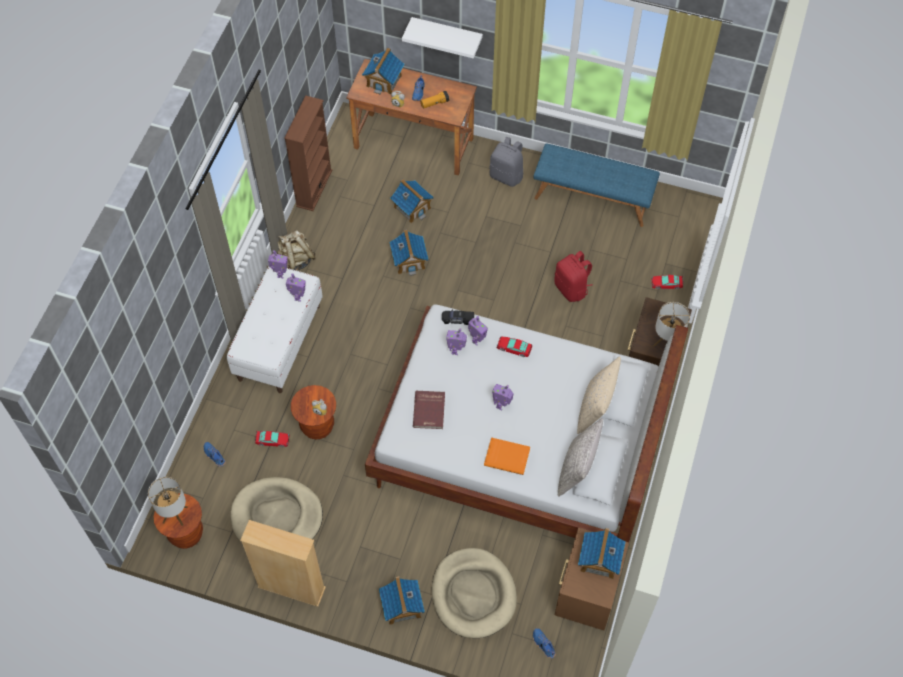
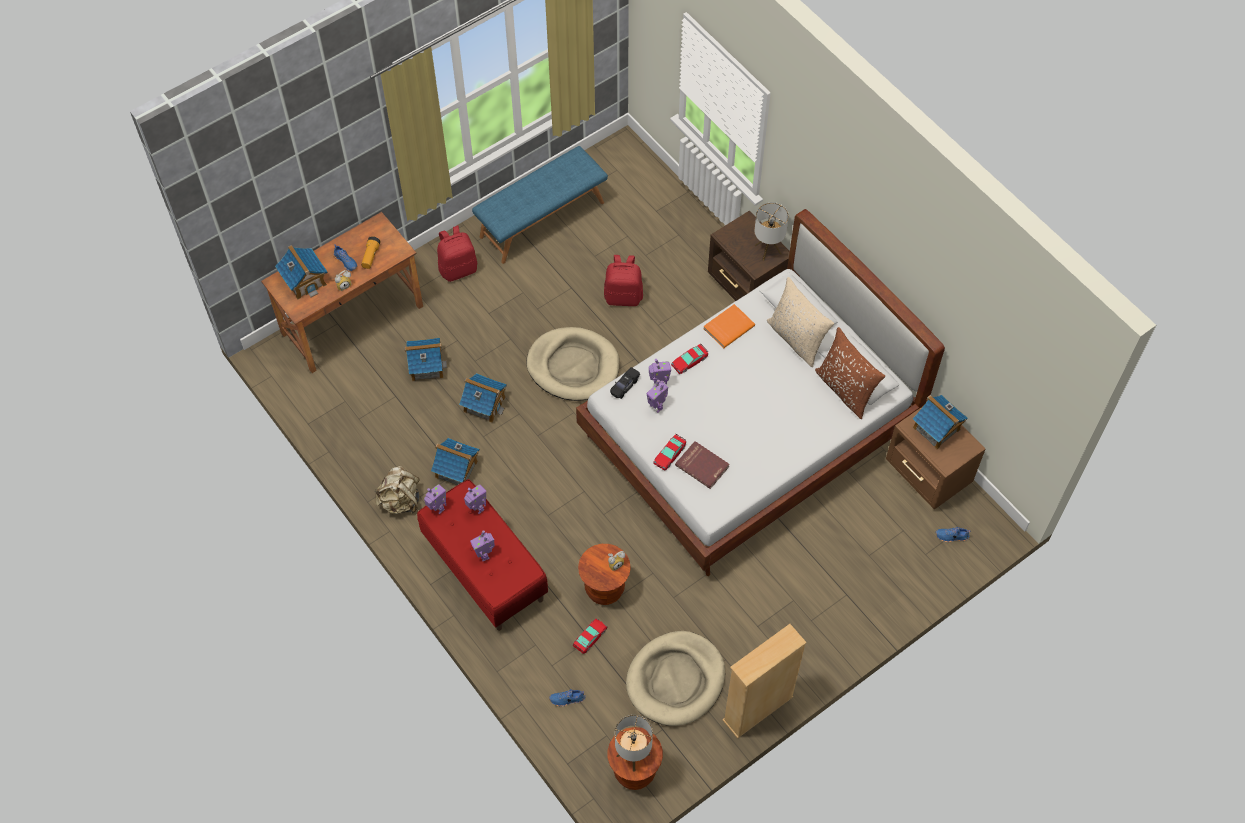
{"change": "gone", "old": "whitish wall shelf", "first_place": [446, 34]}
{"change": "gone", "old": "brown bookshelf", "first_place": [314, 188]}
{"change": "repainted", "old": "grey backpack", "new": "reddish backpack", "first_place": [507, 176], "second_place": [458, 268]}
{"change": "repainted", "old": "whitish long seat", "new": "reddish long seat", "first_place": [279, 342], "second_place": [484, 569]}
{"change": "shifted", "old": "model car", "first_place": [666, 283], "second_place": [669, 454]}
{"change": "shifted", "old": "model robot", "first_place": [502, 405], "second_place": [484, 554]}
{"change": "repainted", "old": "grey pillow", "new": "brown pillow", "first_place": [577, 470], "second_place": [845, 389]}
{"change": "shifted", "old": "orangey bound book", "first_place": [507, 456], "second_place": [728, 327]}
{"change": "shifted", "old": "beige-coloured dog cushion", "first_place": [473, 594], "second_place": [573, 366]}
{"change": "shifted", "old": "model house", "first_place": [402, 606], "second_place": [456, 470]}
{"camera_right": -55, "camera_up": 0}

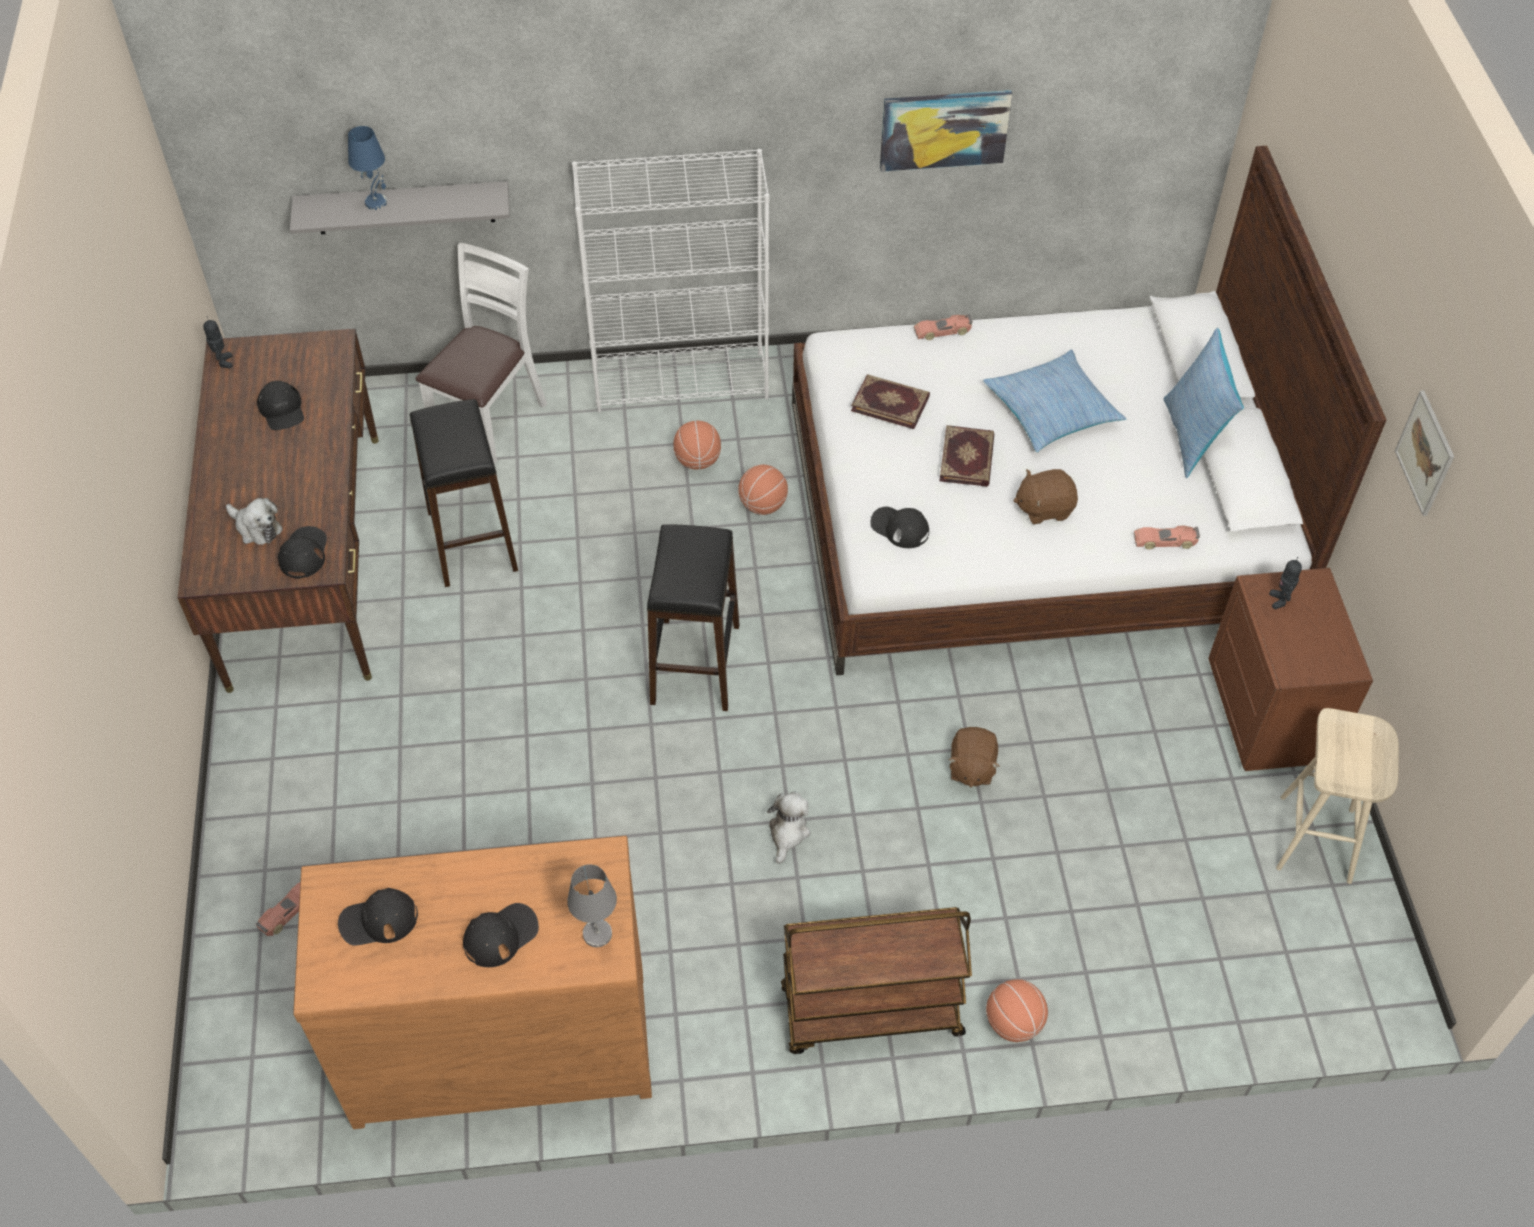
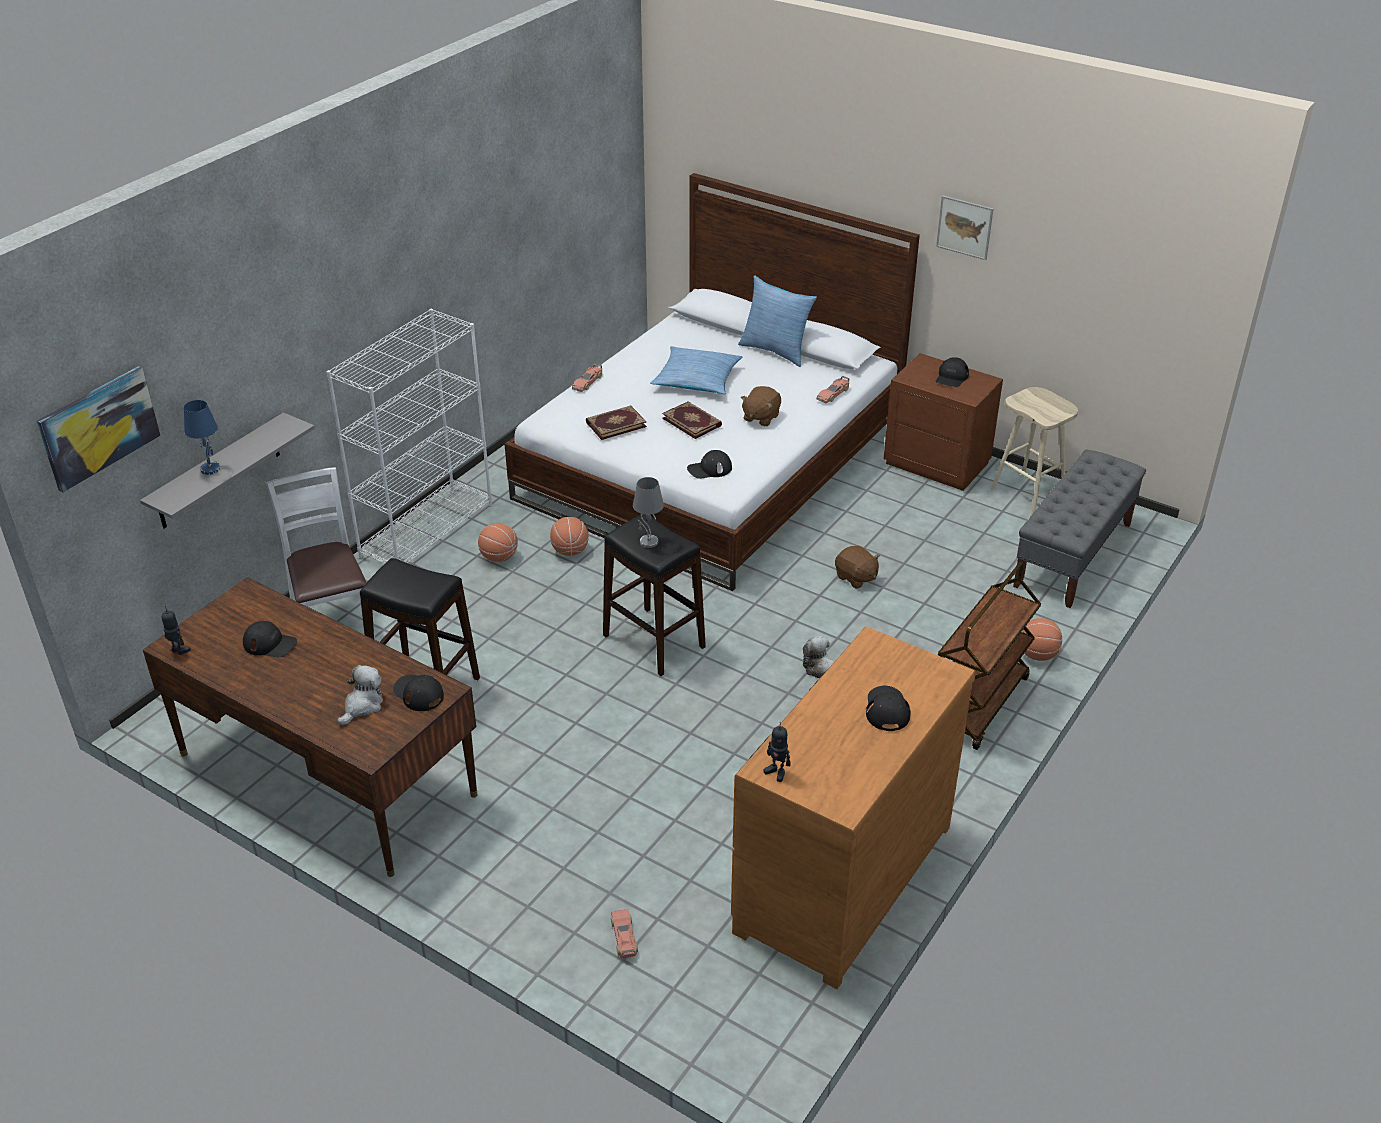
{"change": "shifted", "old": "picture", "first_place": [944, 129], "second_place": [98, 427]}
{"change": "rotated", "old": "soft toy", "first_place": [256, 528], "second_place": [362, 705], "degrees": -45}
{"change": "shifted", "old": "model robot", "first_place": [1280, 600], "second_place": [777, 772]}
{"change": "shifted", "old": "grey tabletop lamp", "first_place": [596, 933], "second_place": [648, 542]}
{"change": "shifted", "old": "black-coloured peaked cap", "first_place": [378, 920], "second_place": [951, 377]}
{"change": "new", "new": "grey long seat", "second_place": [1073, 555]}
{"camera_right": -50, "camera_up": -15}

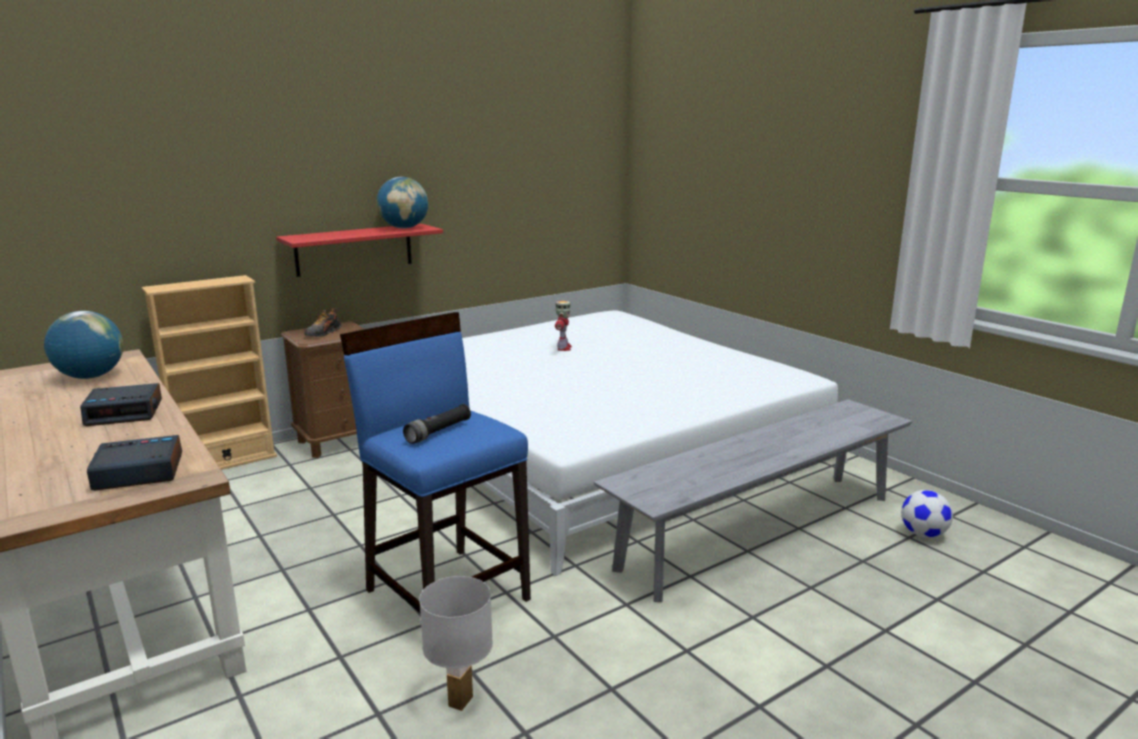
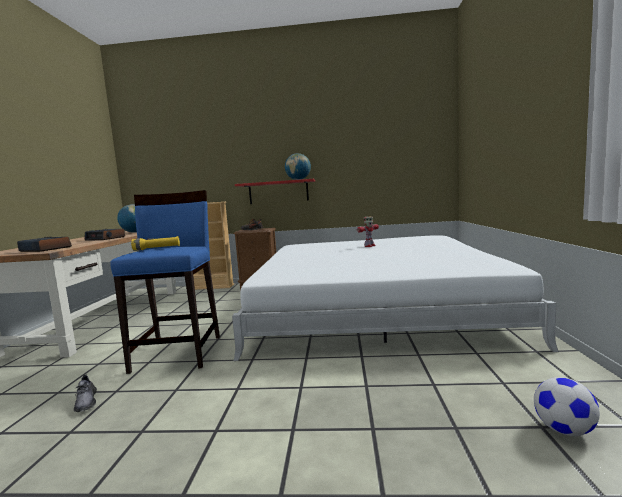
{"change": "gone", "old": "grey long seat", "first_place": [759, 531]}
{"change": "repainted", "old": "black-coloured hand torch", "new": "yellow-coloured hand torch", "first_place": [438, 432], "second_place": [156, 249]}
{"change": "swapped", "old": "whitish tabletop lamp", "new": "grey shoe", "first_place": [460, 701], "second_place": [86, 402]}
{"camera_right": 40, "camera_up": -10}

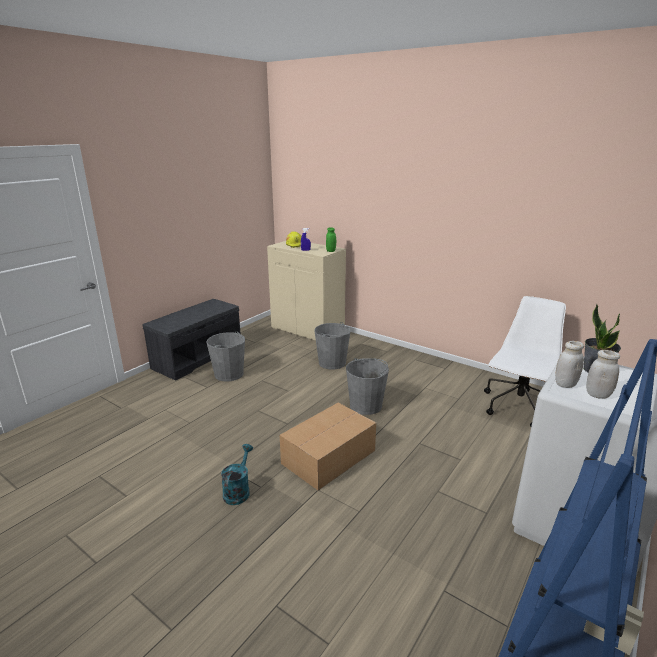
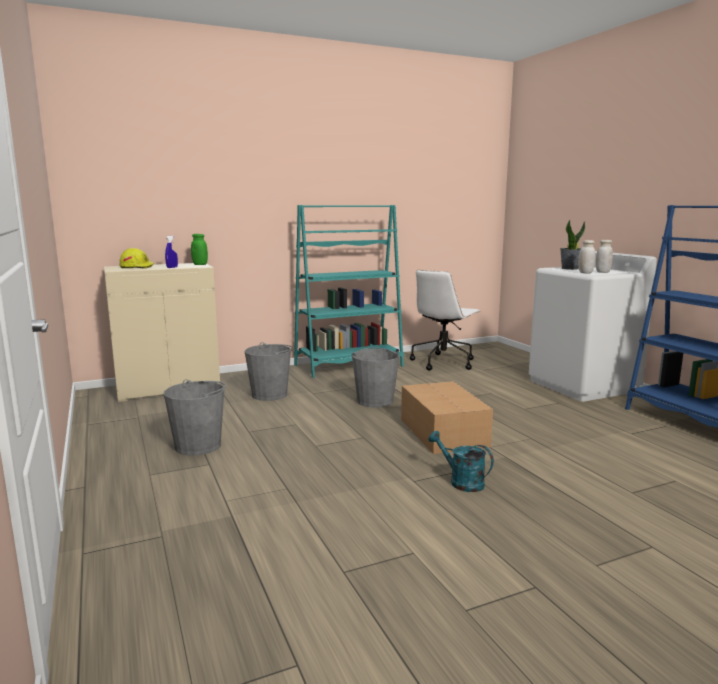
{"change": "rotated", "old": "whitish office chair", "first_place": [518, 407], "second_place": [443, 362], "degrees": -120}
{"change": "gone", "old": "grey long seat", "first_place": [198, 357]}
{"change": "new", "new": "turquoise bookshelf", "second_place": [349, 366]}
{"camera_right": -60, "camera_up": -10}

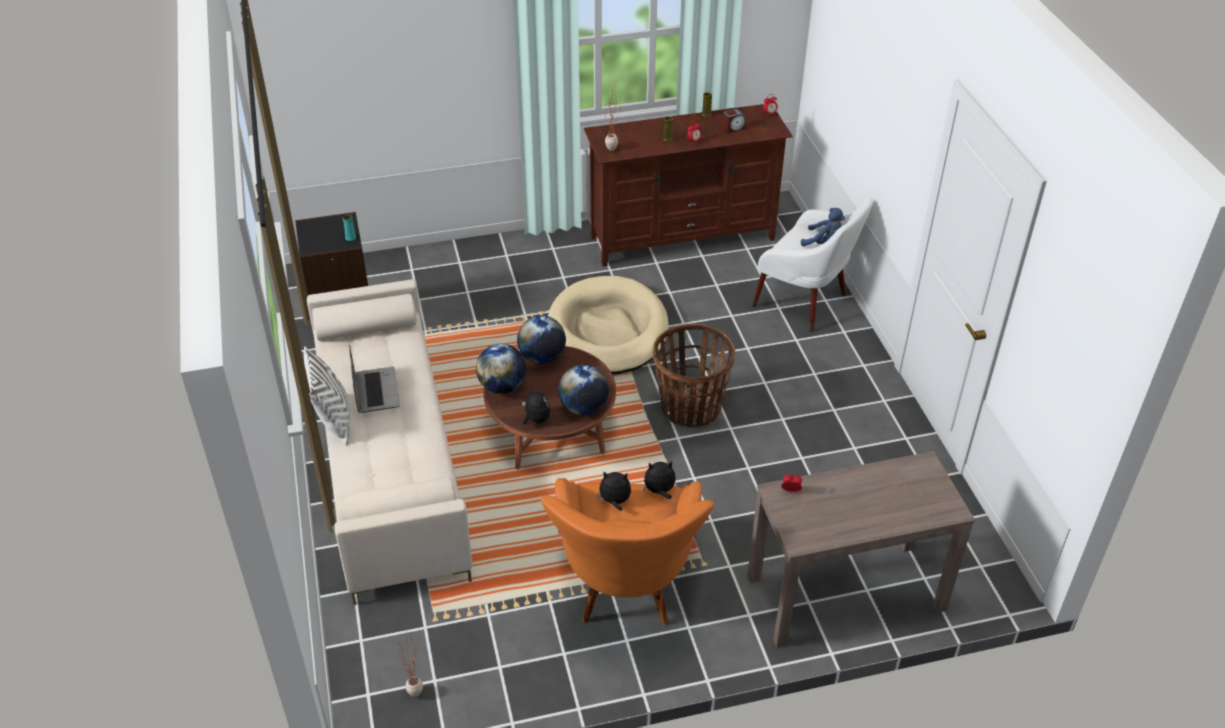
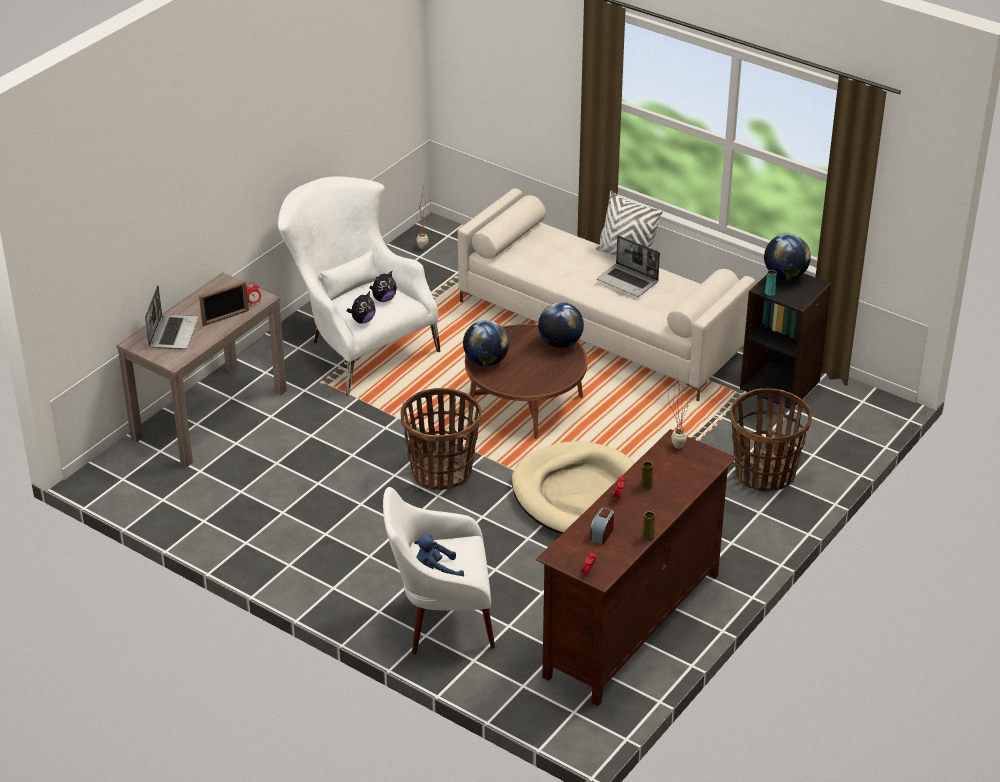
{"change": "shifted", "old": "desk globe", "first_place": [542, 358], "second_place": [785, 276]}
{"change": "gone", "old": "soft toy", "first_place": [536, 419]}
{"change": "repainted", "old": "orangey lounge chair", "new": "whitish lounge chair", "first_place": [626, 592], "second_place": [357, 344]}
{"change": "new", "new": "standing frame", "second_place": [225, 318]}
{"change": "new", "new": "notebook computer", "second_place": [173, 333]}
{"change": "new", "new": "storage basket", "second_place": [764, 474]}
{"camera_right": 140, "camera_up": -5}

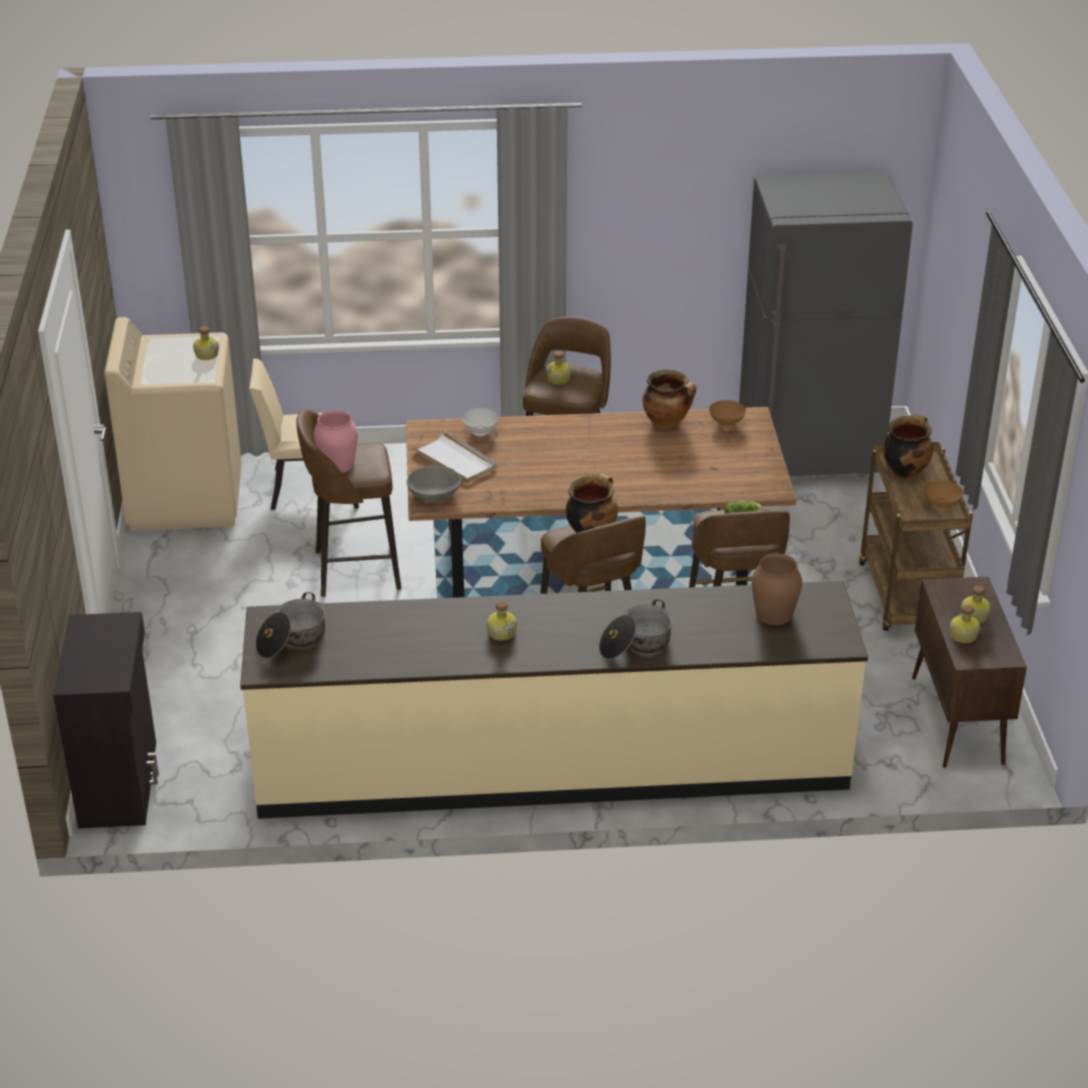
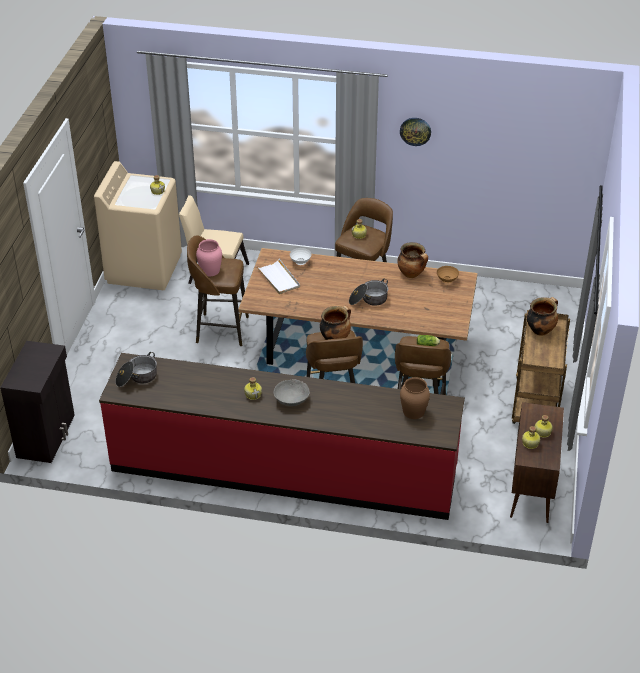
{"change": "gone", "old": "grey kitchen fridge", "first_place": [809, 457]}
{"change": "shifted", "old": "grey bowl", "first_place": [434, 494], "second_place": [291, 399]}
{"change": "gone", "old": "brown bowl", "first_place": [940, 506]}
{"change": "repainted", "old": "beige-coloured counter", "new": "reddish counter", "first_place": [551, 764], "second_place": [283, 470]}
{"change": "shifted", "old": "saucepot", "first_place": [635, 644], "second_place": [368, 299]}
{"change": "new", "new": "hanging clock", "second_place": [415, 131]}
{"camera_right": 15, "camera_up": 5}

